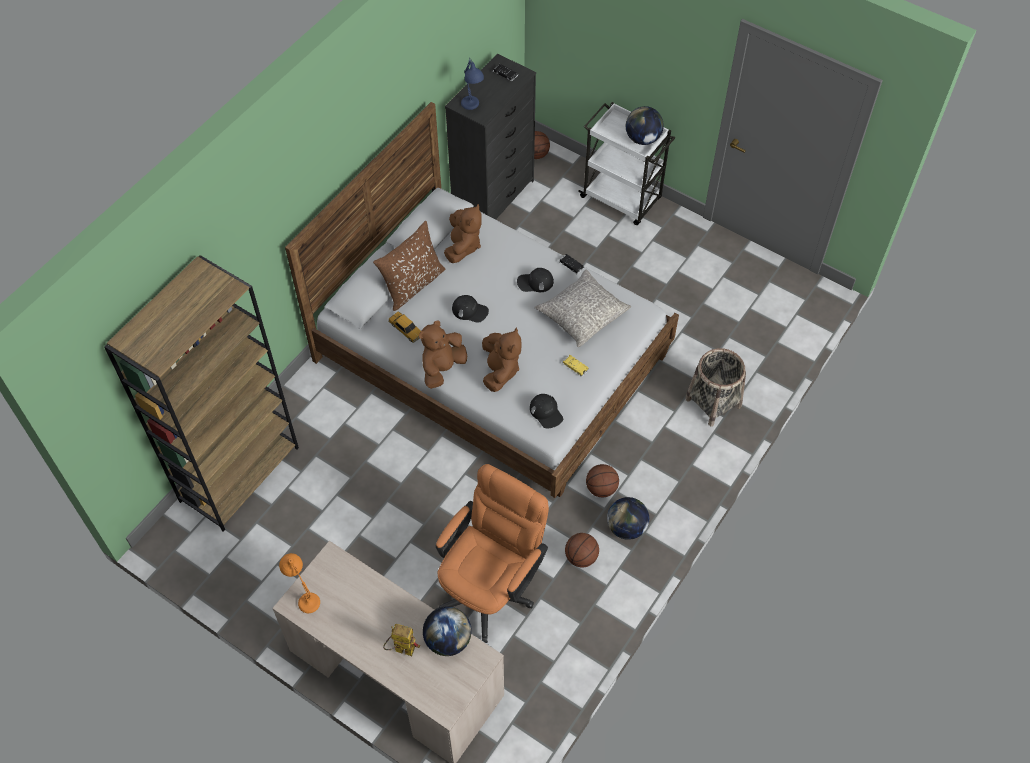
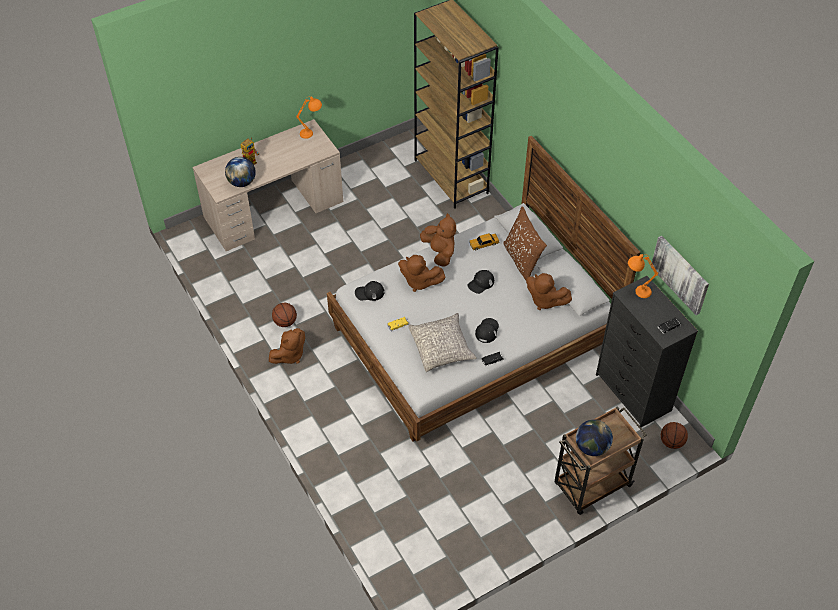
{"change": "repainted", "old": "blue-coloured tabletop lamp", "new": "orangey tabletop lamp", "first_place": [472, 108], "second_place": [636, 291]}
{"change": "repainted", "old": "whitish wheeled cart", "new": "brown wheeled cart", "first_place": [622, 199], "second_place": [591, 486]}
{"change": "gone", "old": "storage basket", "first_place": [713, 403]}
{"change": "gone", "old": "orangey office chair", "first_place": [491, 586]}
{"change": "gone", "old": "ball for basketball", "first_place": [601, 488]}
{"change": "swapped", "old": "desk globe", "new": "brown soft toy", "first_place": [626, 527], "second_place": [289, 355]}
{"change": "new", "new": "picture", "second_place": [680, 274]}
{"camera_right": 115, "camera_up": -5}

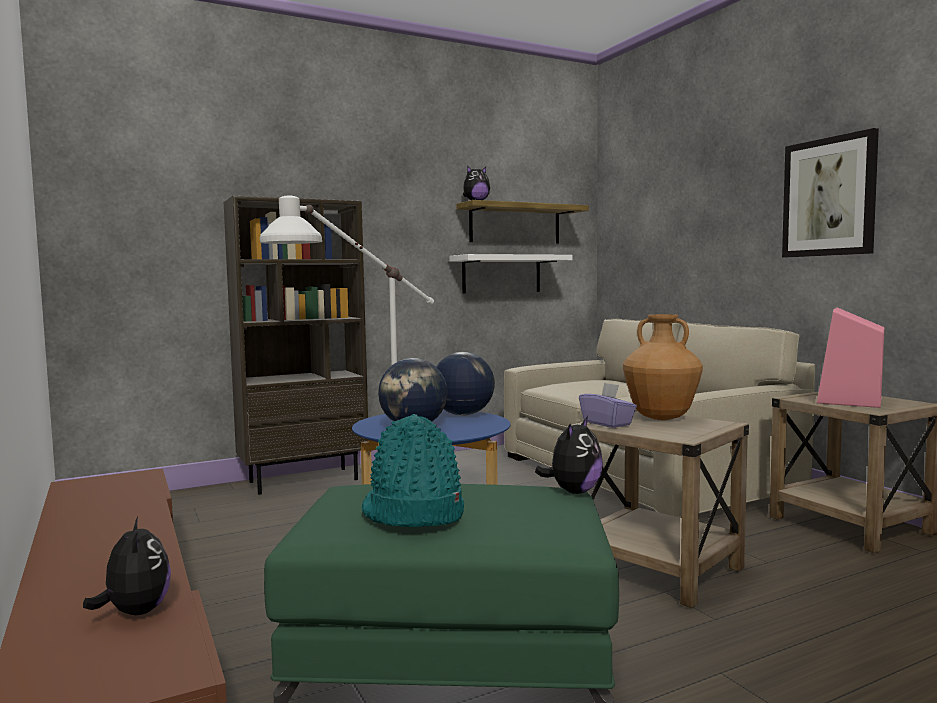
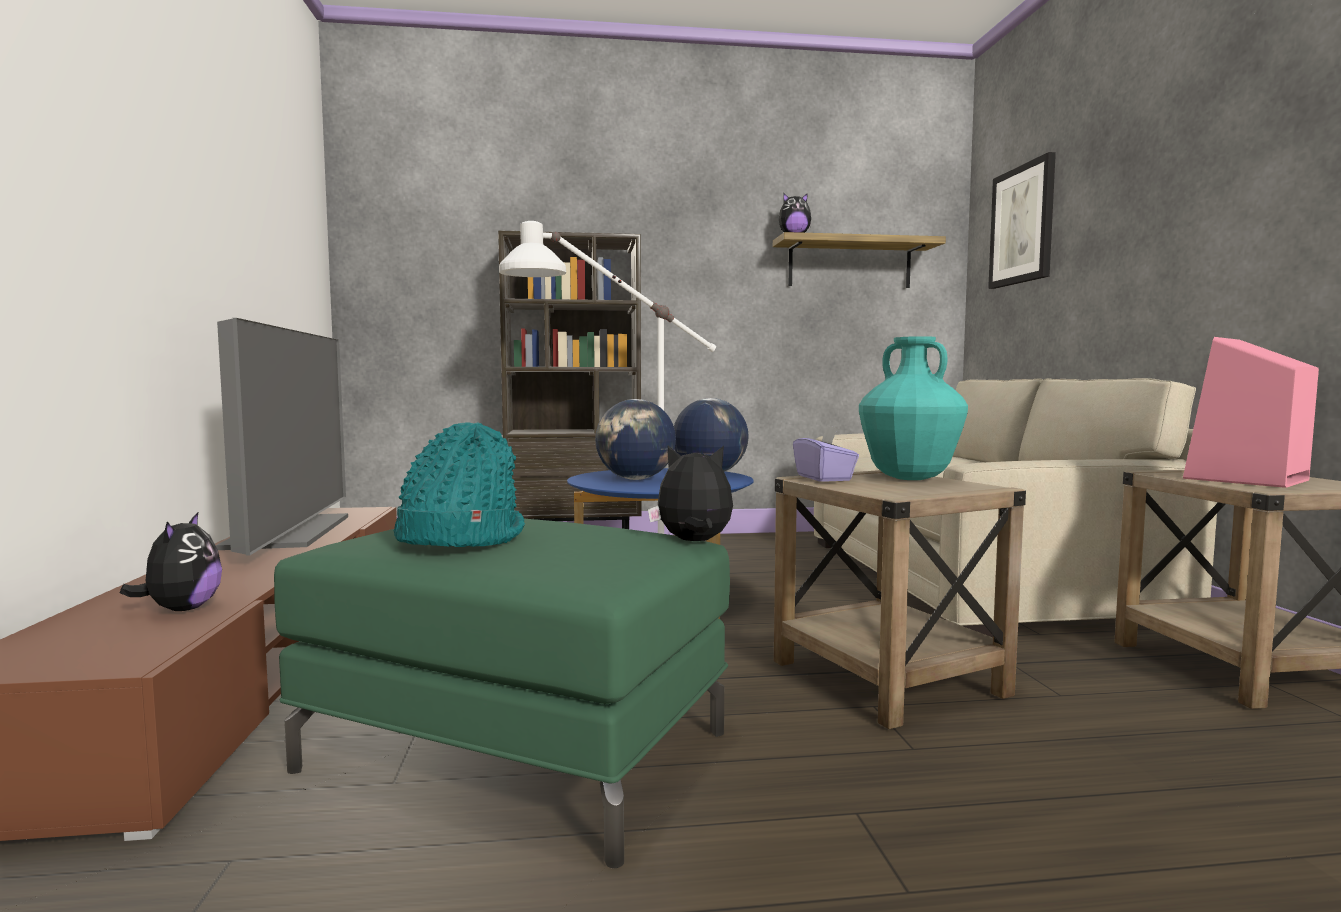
{"change": "shifted", "old": "picture", "first_place": [829, 197], "second_place": [1022, 225]}
{"change": "gone", "old": "whitish wall shelf", "first_place": [501, 274]}
{"change": "repainted", "old": "brown vase", "new": "turquoise vase", "first_place": [660, 418], "second_place": [909, 478]}
{"change": "rotated", "old": "soft toy", "first_place": [573, 491], "second_place": [694, 542], "degrees": -135}
{"change": "new", "new": "TV set", "second_place": [290, 531]}
{"camera_right": 20, "camera_up": 0}

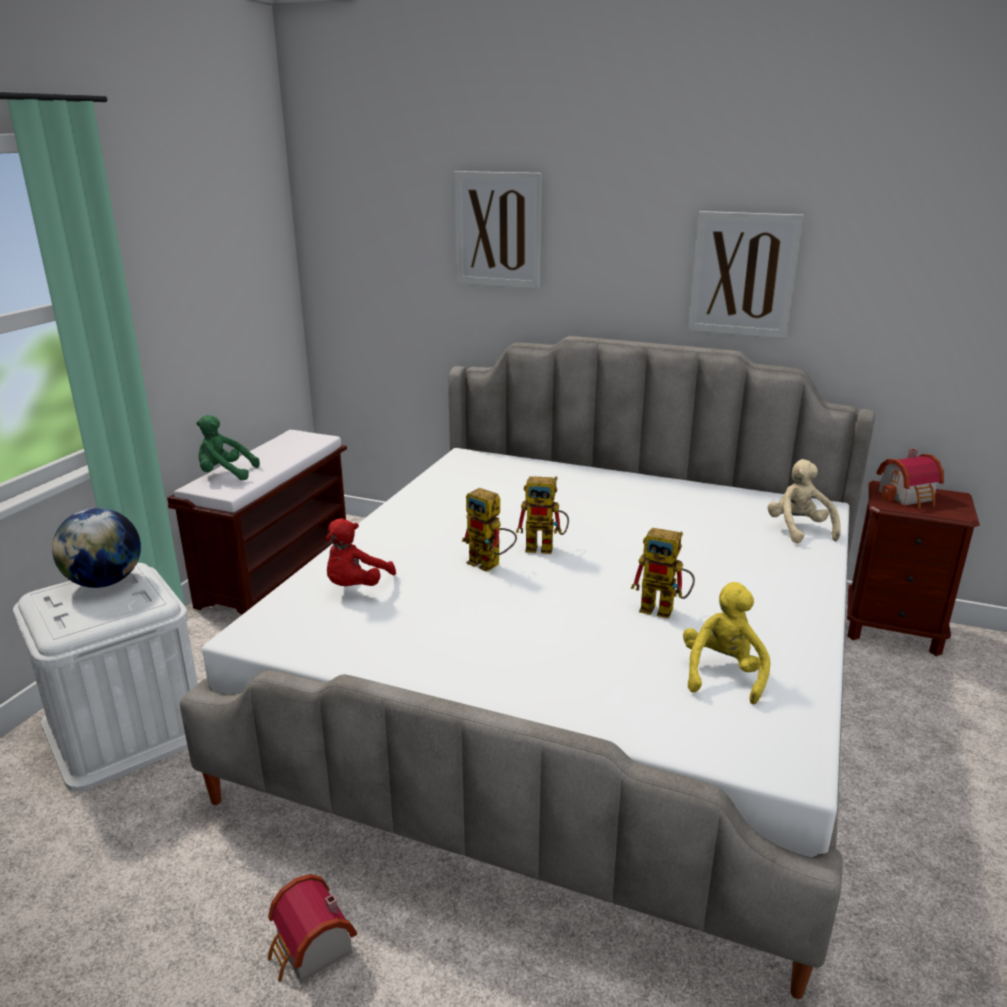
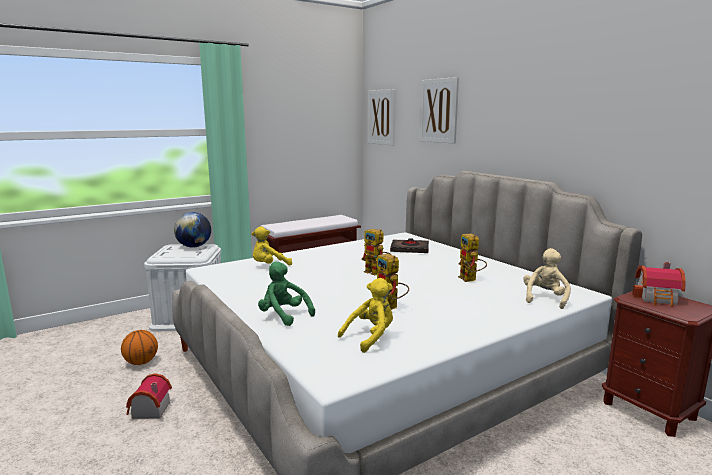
{"change": "shifted", "old": "picture", "first_place": [743, 275], "second_place": [381, 117]}
{"change": "shifted", "old": "greenish soft toy", "first_place": [225, 474], "second_place": [284, 316]}
{"change": "shifted", "old": "model robot", "first_place": [490, 564], "second_place": [470, 280]}
{"change": "repainted", "old": "reddish soft toy", "new": "yellow-coloured soft toy", "first_place": [356, 586], "second_place": [269, 266]}
{"change": "new", "new": "black-coloured bound book", "second_place": [409, 249]}
{"change": "new", "new": "ball for basketball", "second_place": [141, 362]}
{"camera_right": 35, "camera_up": -10}

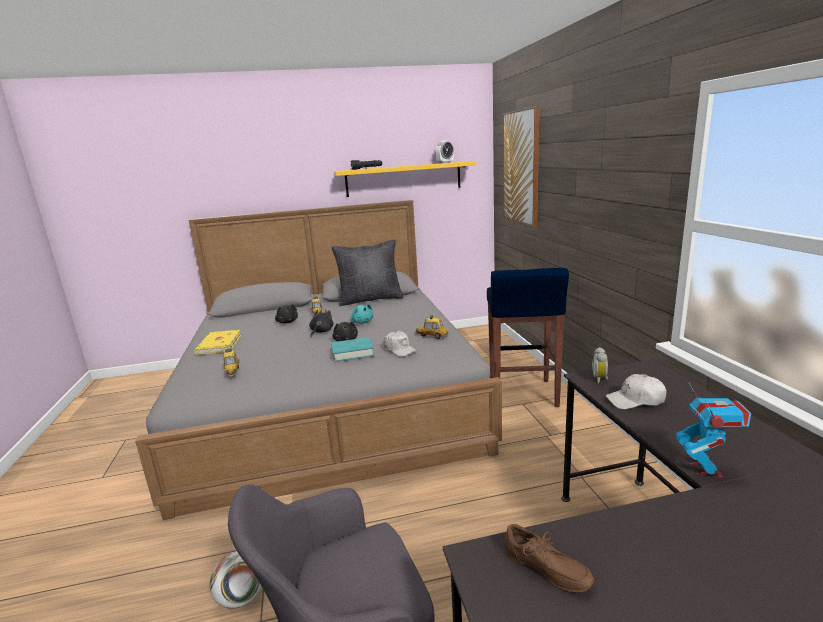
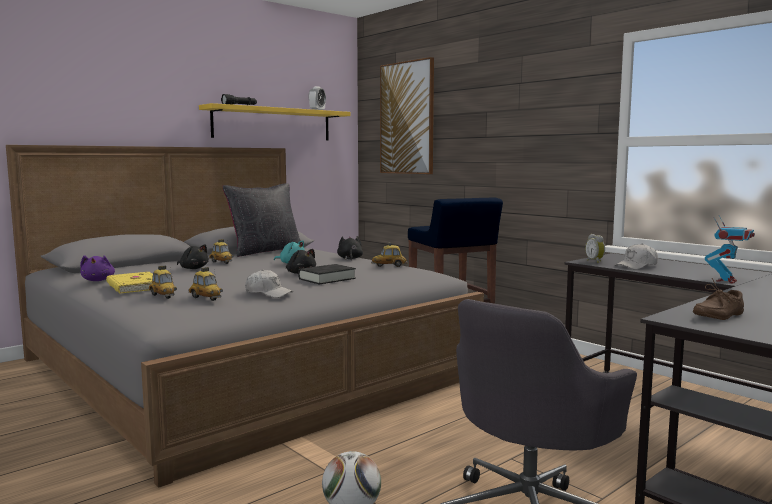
{"change": "shifted", "old": "black-coloured soft toy", "first_place": [321, 331], "second_place": [350, 259]}
{"change": "shifted", "old": "whitish peaked cap", "first_place": [399, 349], "second_place": [268, 293]}
{"change": "repainted", "old": "turquoise bound book", "new": "black-coloured bound book", "first_place": [352, 353], "second_place": [327, 279]}
{"change": "rotated", "old": "model robot", "first_place": [706, 469], "second_place": [726, 281], "degrees": 60}
{"change": "rotated", "old": "brown shoe", "first_place": [545, 571], "second_place": [716, 315], "degrees": 135}
{"change": "new", "new": "purple-coloured soft toy", "second_place": [98, 280]}
{"change": "new", "new": "model car", "second_place": [163, 296]}
{"camera_right": -30, "camera_up": -10}

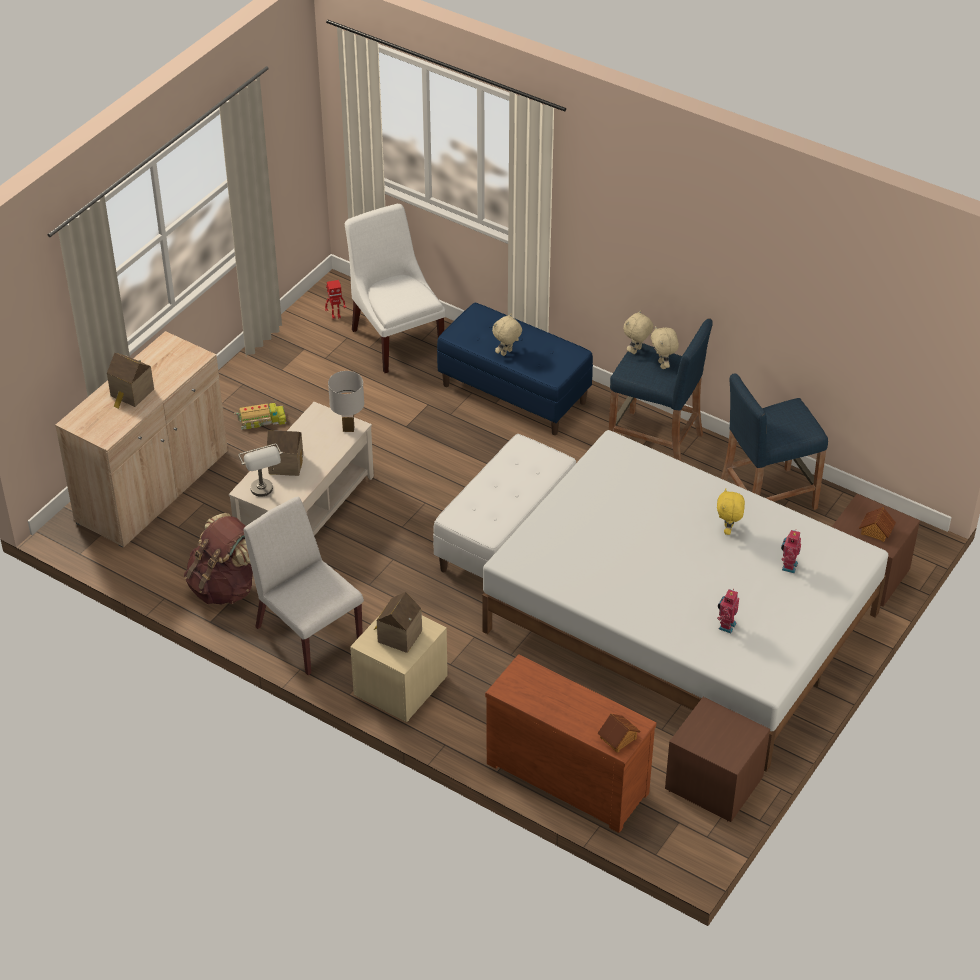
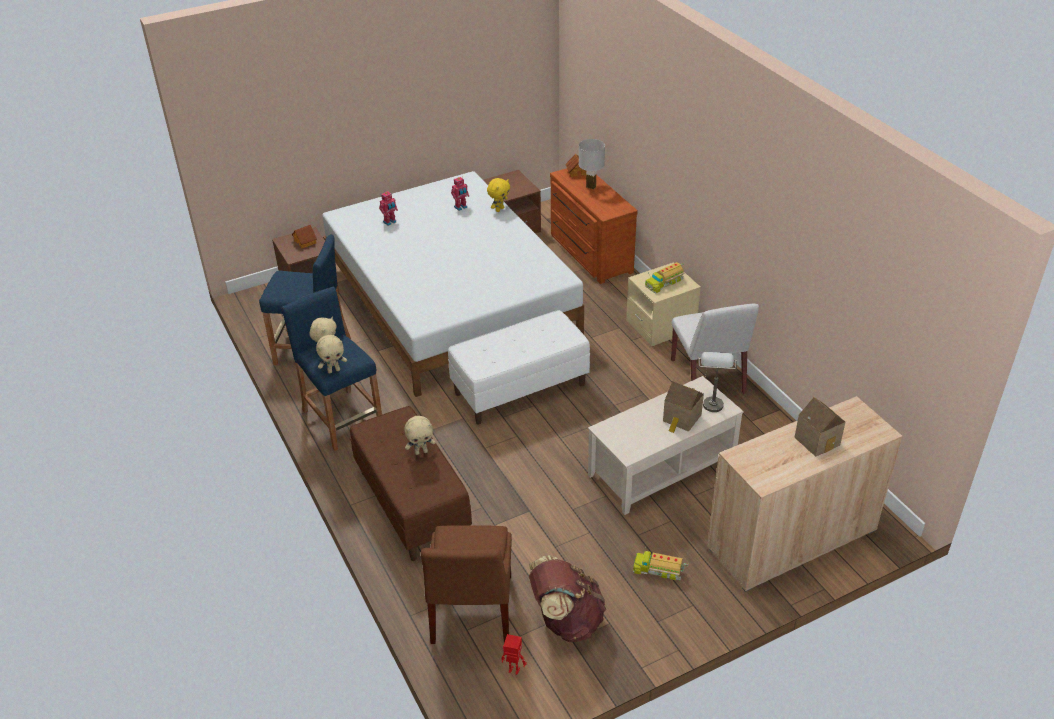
{"change": "repainted", "old": "whitish plain chair", "new": "brown plain chair", "first_place": [396, 338], "second_place": [471, 613]}
{"change": "repainted", "old": "blue-coloured long seat", "new": "brown long seat", "first_place": [515, 393], "second_place": [411, 504]}
{"change": "shifted", "old": "whitish tabletop lamp", "first_place": [348, 429], "second_place": [591, 187]}
{"change": "shifted", "old": "yellow-coloured soft toy", "first_place": [728, 530], "second_place": [499, 209]}
{"change": "shifted", "old": "brown backpack", "first_place": [225, 587], "second_place": [566, 621]}
{"change": "swapped", "old": "model house", "new": "toy truck", "first_place": [397, 636], "second_place": [664, 282]}
{"camera_right": -150, "camera_up": -5}

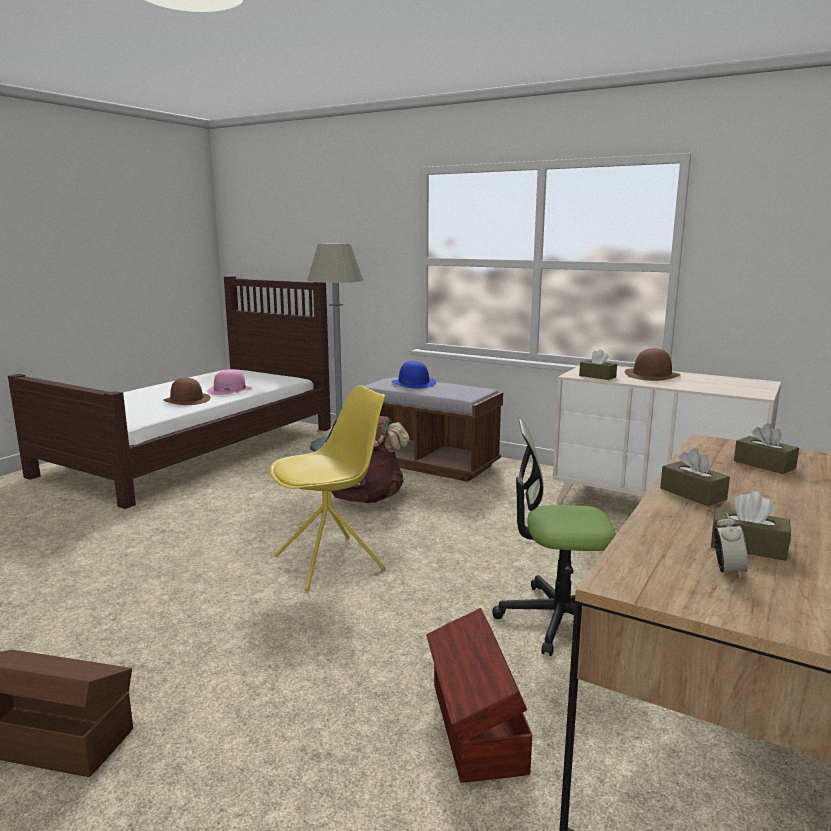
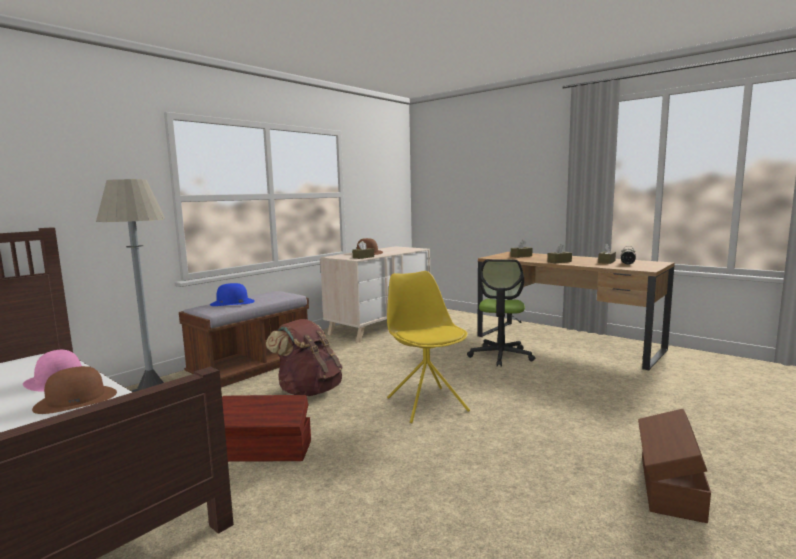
{"change": "shifted", "old": "brown storage container", "first_place": [475, 727], "second_place": [265, 451]}
{"camera_right": -80, "camera_up": -5}

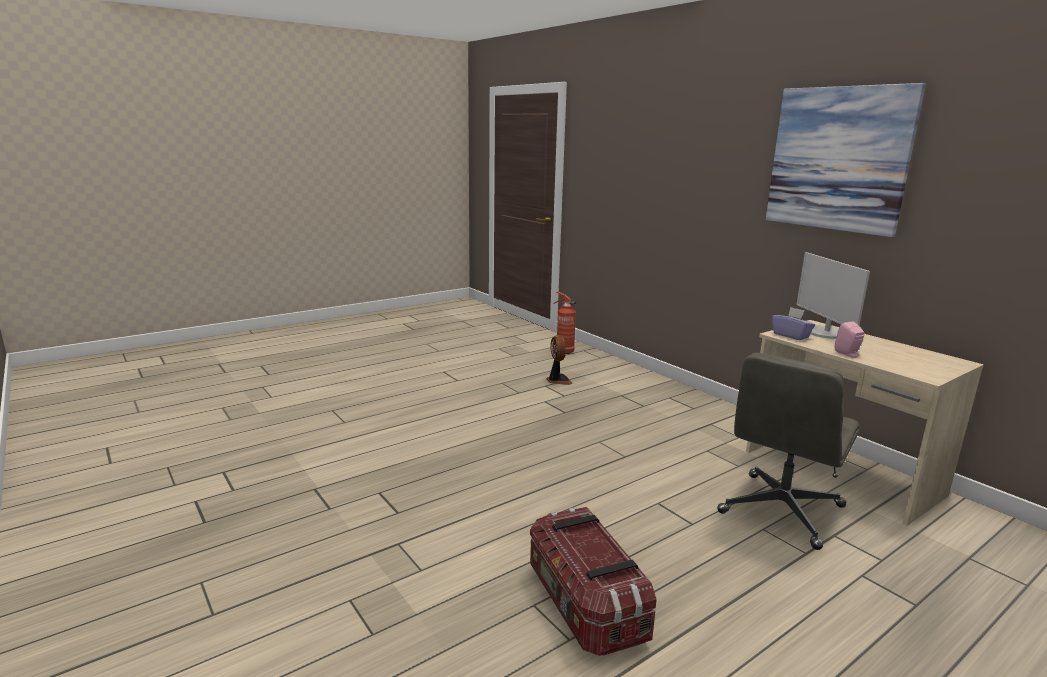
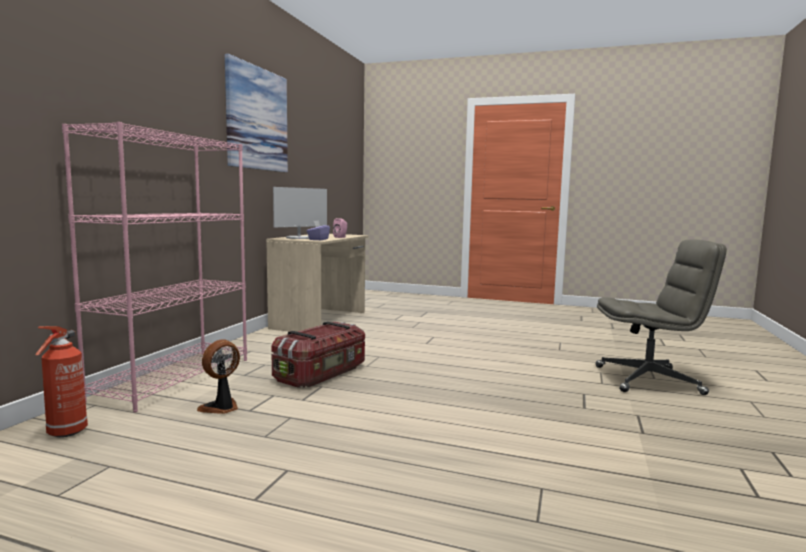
{"change": "shifted", "old": "grey office chair", "first_place": [781, 510], "second_place": [649, 380]}
{"change": "shifted", "old": "storage container", "first_place": [584, 604], "second_place": [322, 374]}
{"change": "new", "new": "pink-coloured bookshelf", "second_place": [174, 378]}
{"camera_right": -125, "camera_up": -10}

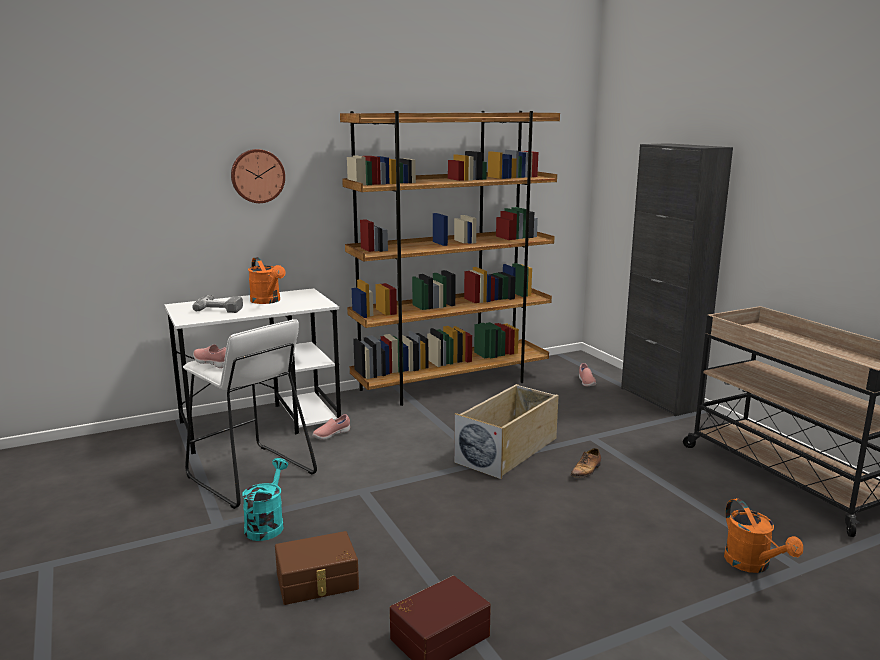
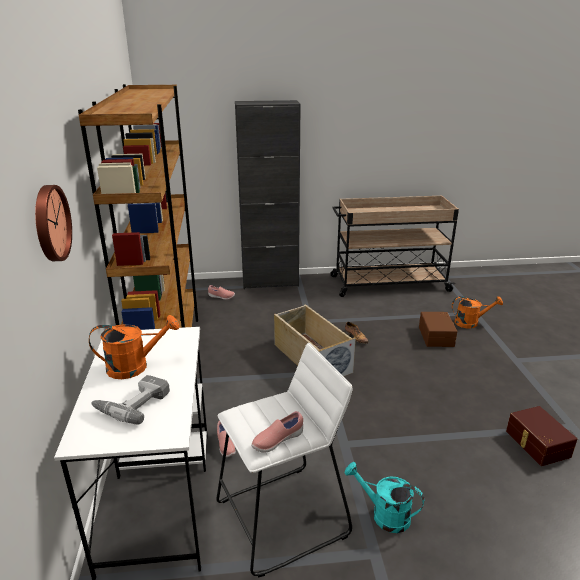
{"change": "shifted", "old": "brown storage container", "first_place": [317, 582], "second_place": [437, 336]}
{"camera_right": -70, "camera_up": 10}

